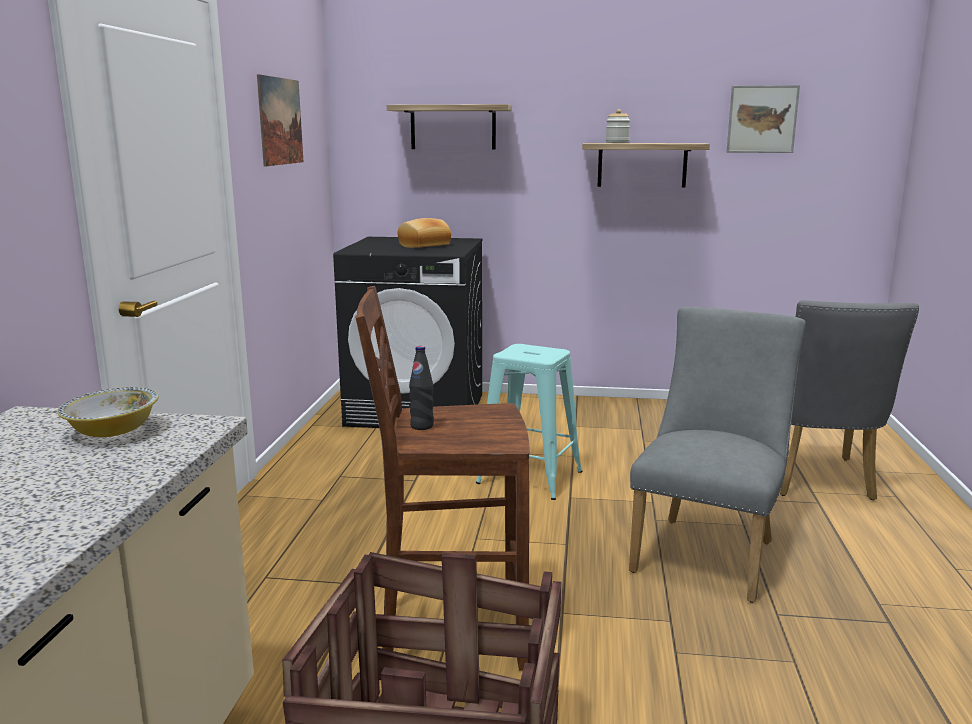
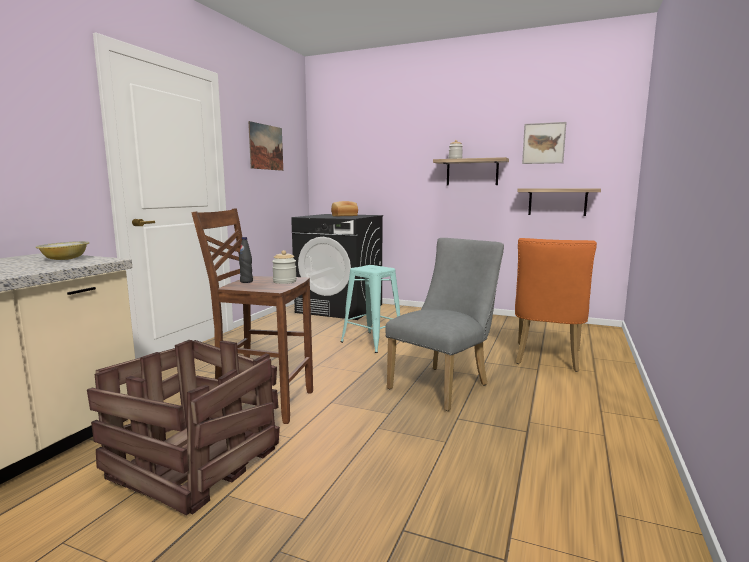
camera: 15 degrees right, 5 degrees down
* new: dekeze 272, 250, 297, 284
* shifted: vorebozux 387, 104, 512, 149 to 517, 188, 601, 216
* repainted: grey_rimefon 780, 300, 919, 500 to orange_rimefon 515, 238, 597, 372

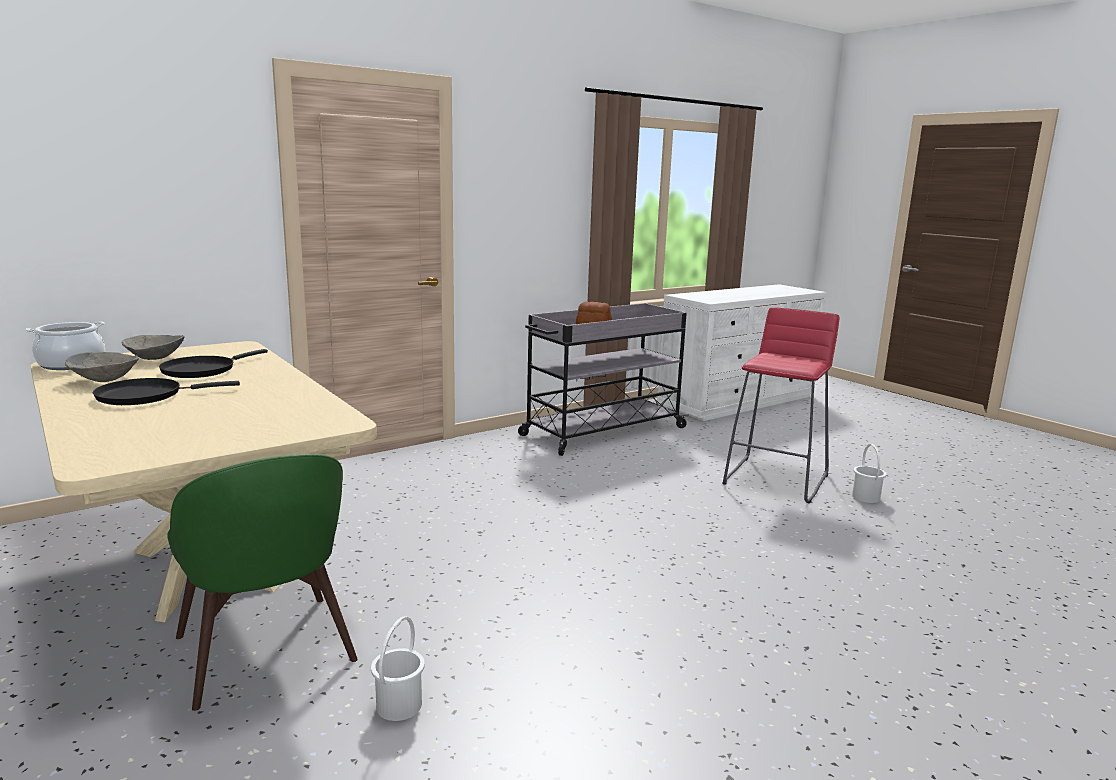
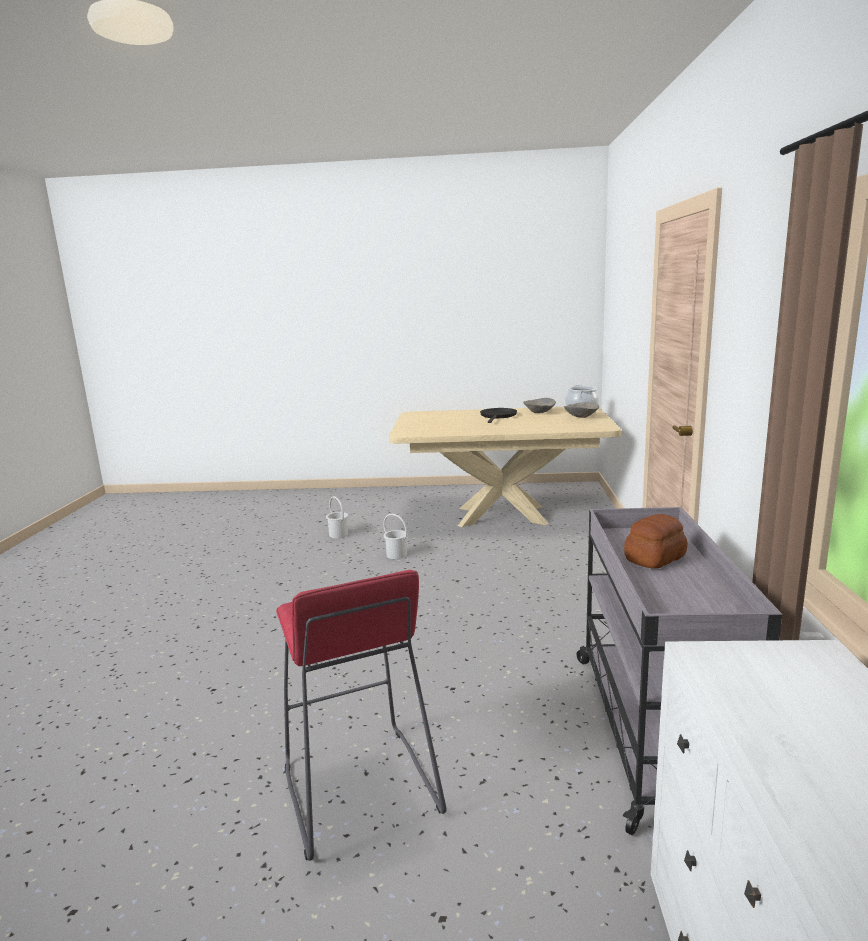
camera: 130 degrees right, 0 degrees up
* gone: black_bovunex 159, 349, 268, 378
* gone: green_rimefon 167, 454, 358, 711
* shifted: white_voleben 852, 444, 887, 503 to 383, 513, 408, 559

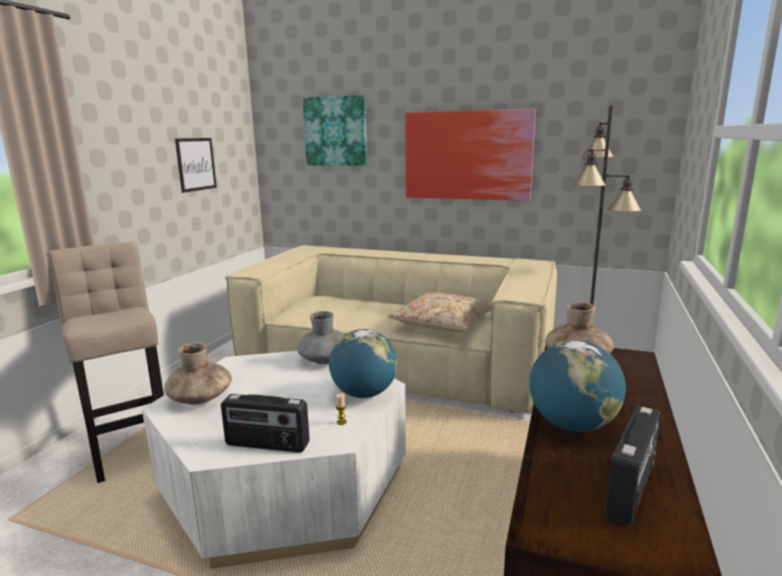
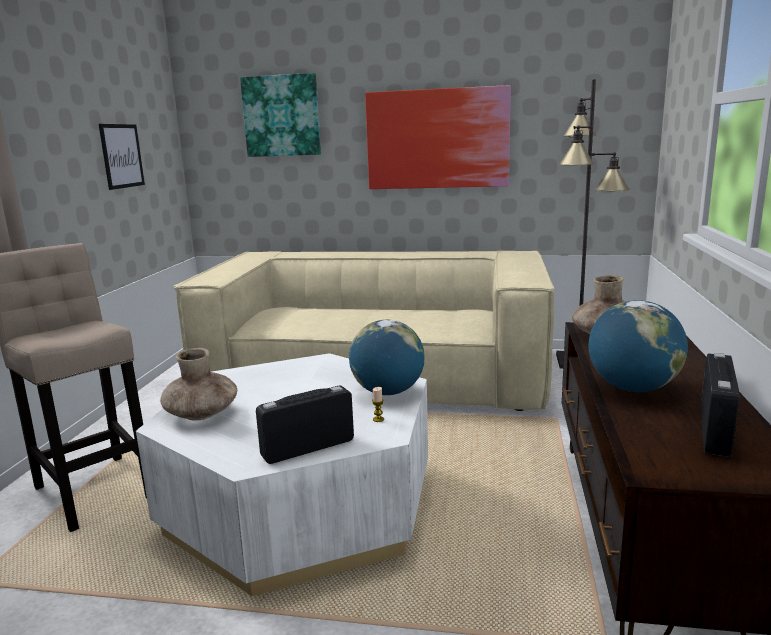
camera: 10 degrees left, 0 degrees up
* gone: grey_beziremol 297, 311, 345, 364
* gone: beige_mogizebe 388, 292, 491, 332
* rotated: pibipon 221, 394, 310, 453 = 256, 386, 354, 464 150 degrees clockwise

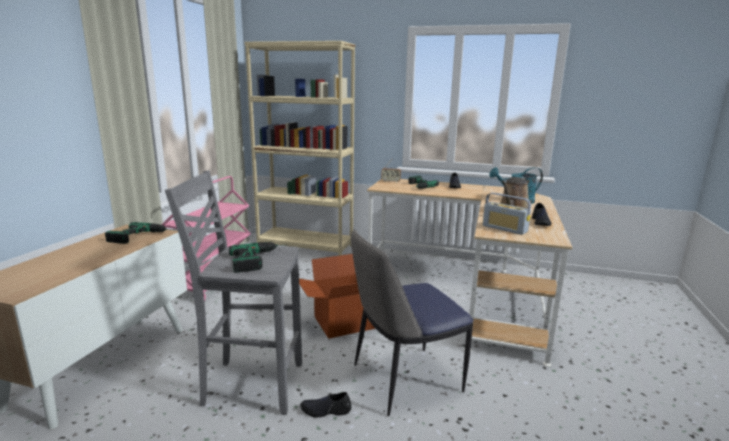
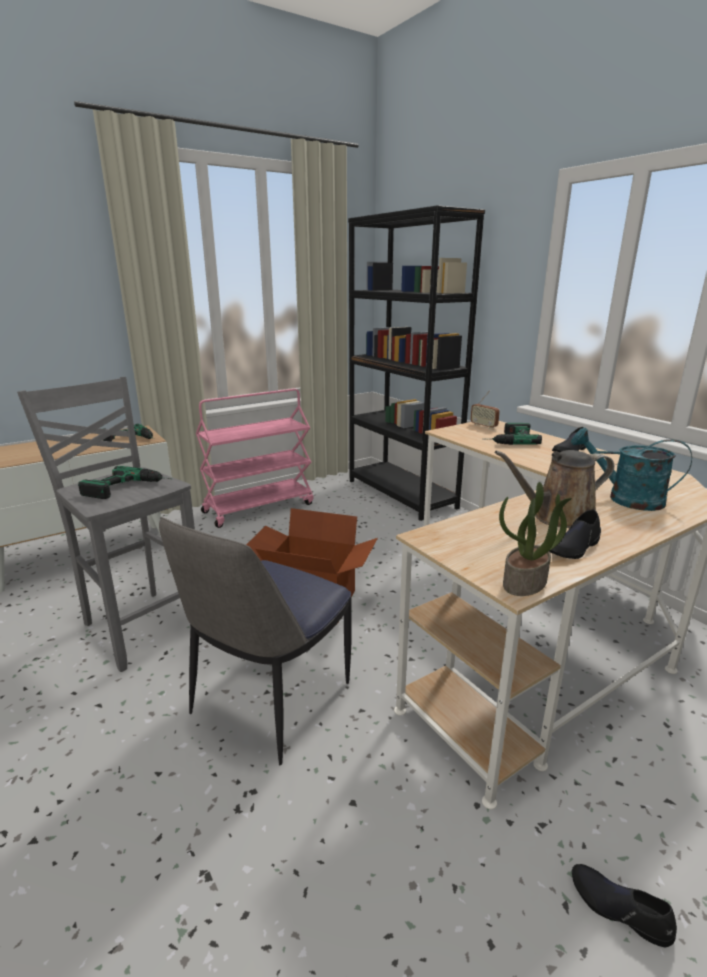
camera: 40 degrees right, 5 degrees up
* gone: pibipon 483, 193, 531, 235
* new: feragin 499, 482, 572, 596
* shifted: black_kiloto 300, 392, 351, 418 to 572, 864, 677, 947
* repainted: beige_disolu 245, 41, 356, 256 to black_disolu 348, 205, 485, 521
* rotated: rimefon 351, 229, 473, 416 = 159, 517, 352, 765 75 degrees counterclockwise

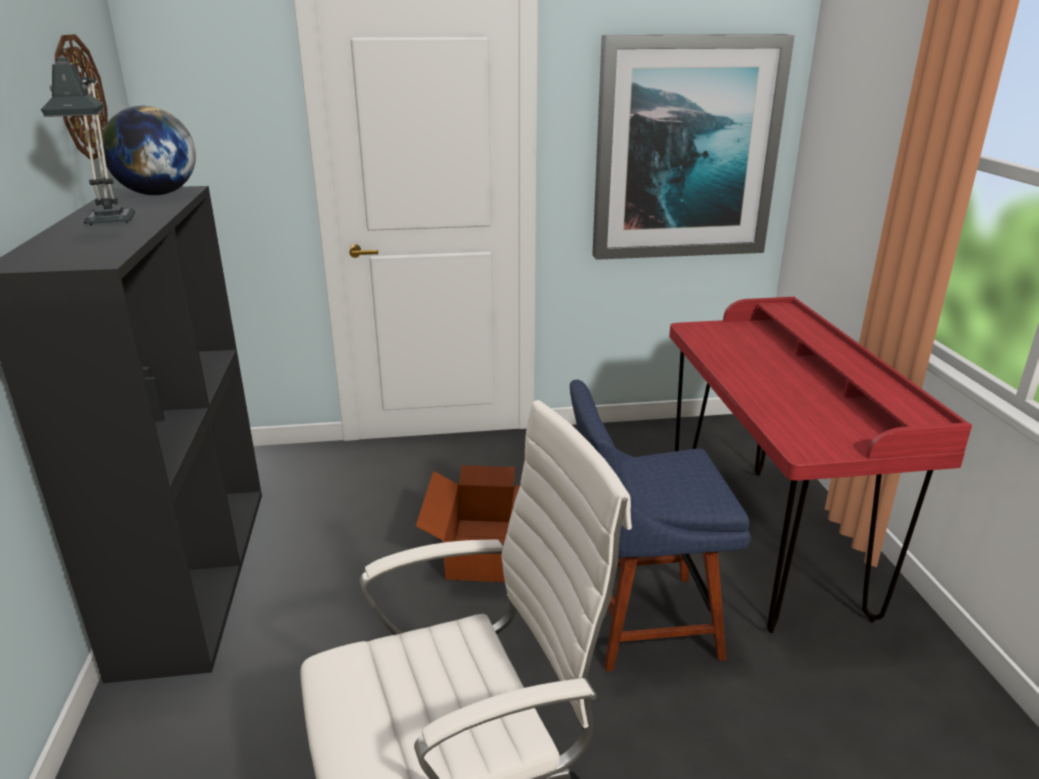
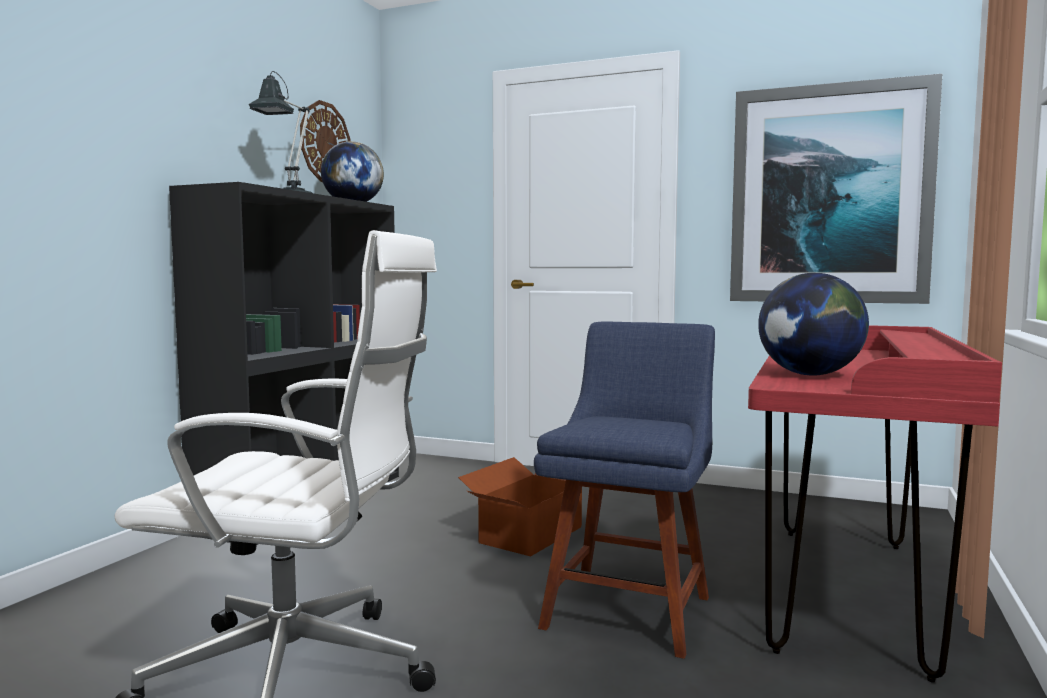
camera: 30 degrees right, 20 degrees down
* new: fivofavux 758, 273, 869, 375
* rotated: blue_rimefon 570, 380, 751, 672 = 534, 322, 715, 659 90 degrees clockwise

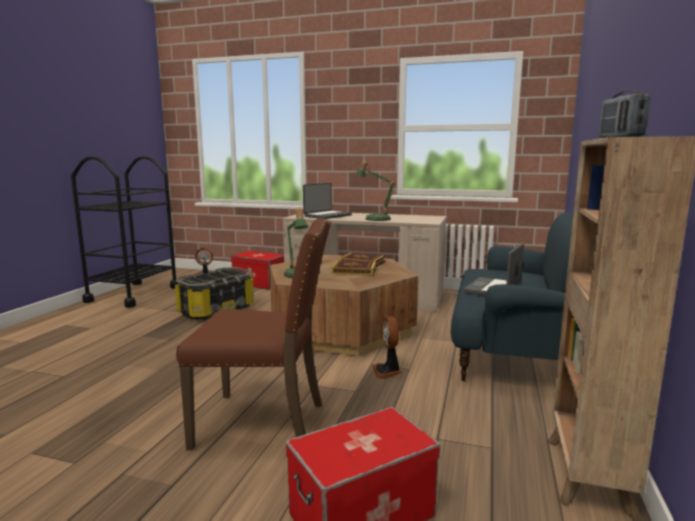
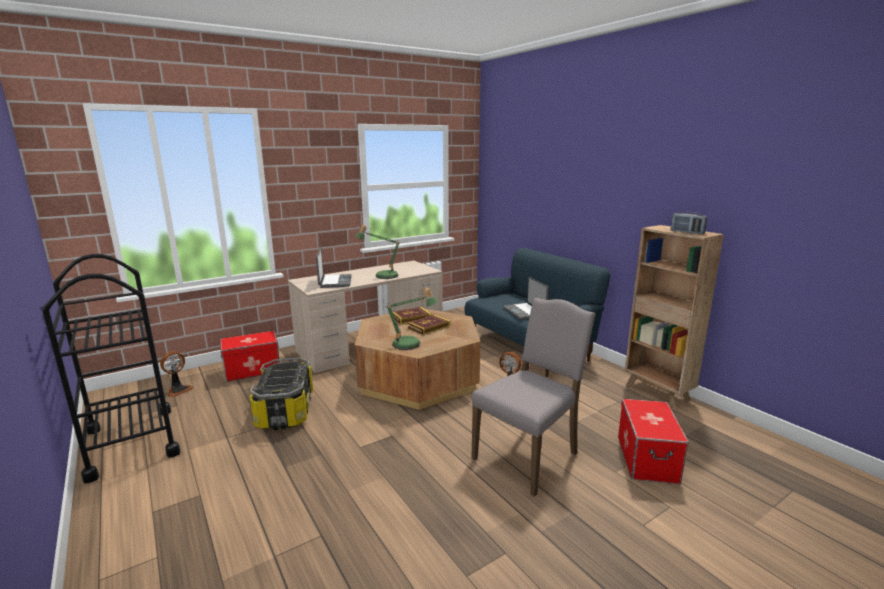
camera: 50 degrees left, 5 degrees up
* repainted: brown_rimefon 176, 218, 332, 451 to grey_rimefon 471, 297, 595, 497

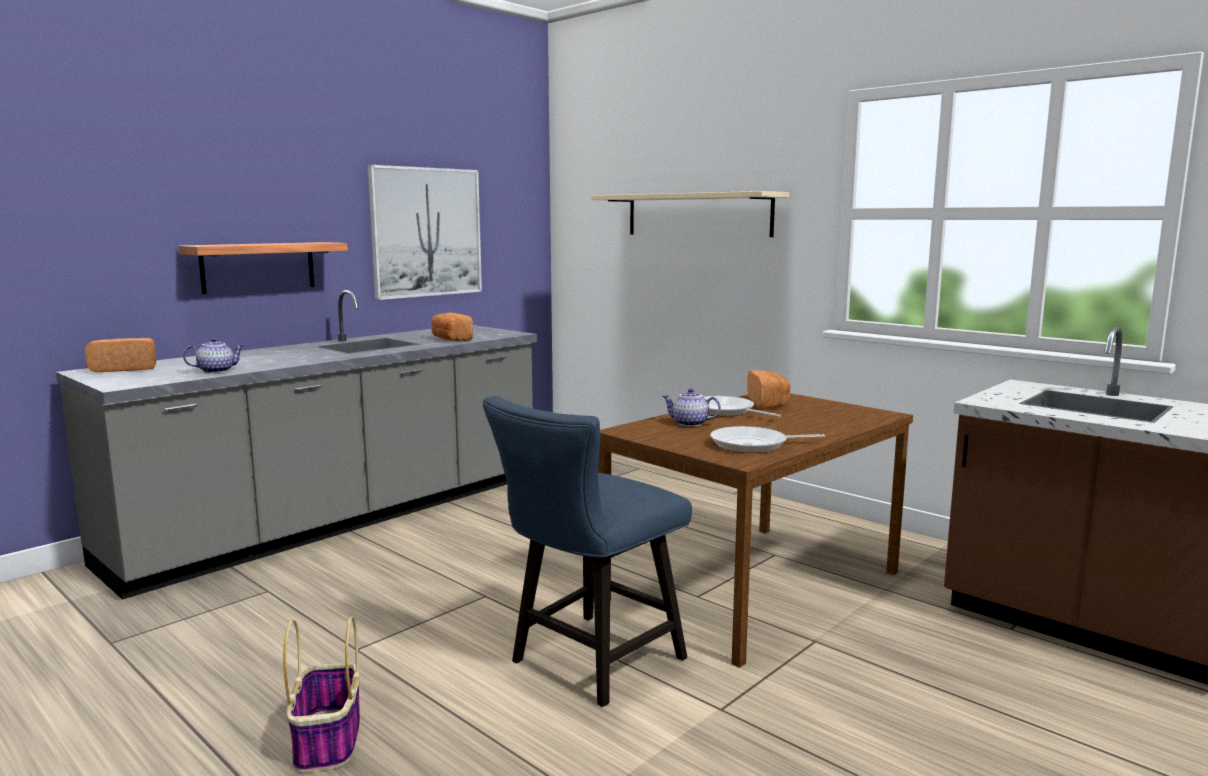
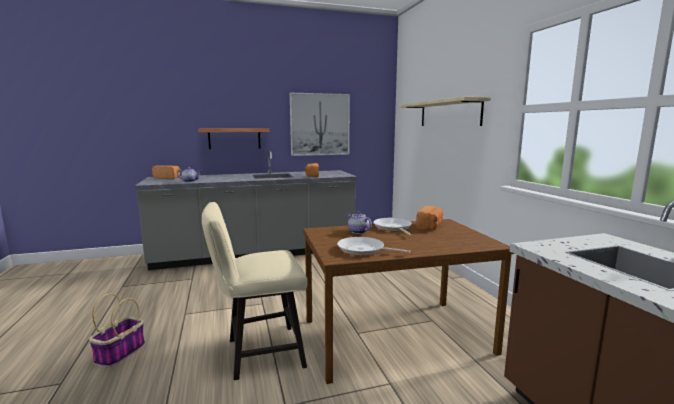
camera: 30 degrees right, 0 degrees up
* repainted: blue_rimefon 483, 396, 692, 707 to beige_rimefon 202, 202, 307, 380

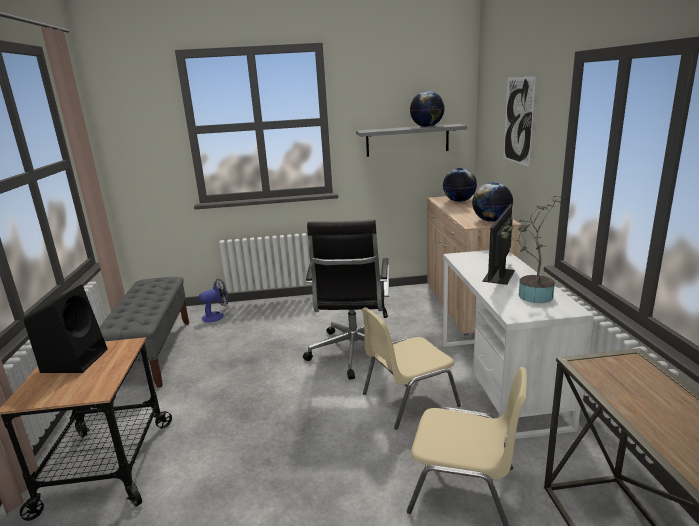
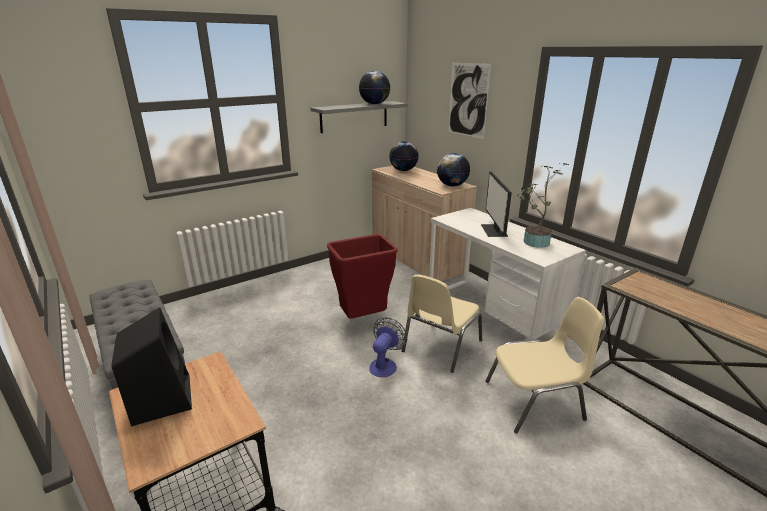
camera: 30 degrees left, 5 degrees up
* shifted: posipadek 199, 279, 229, 322 to 369, 317, 407, 377
* swapped: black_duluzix 303, 220, 389, 380 to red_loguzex 327, 234, 398, 319

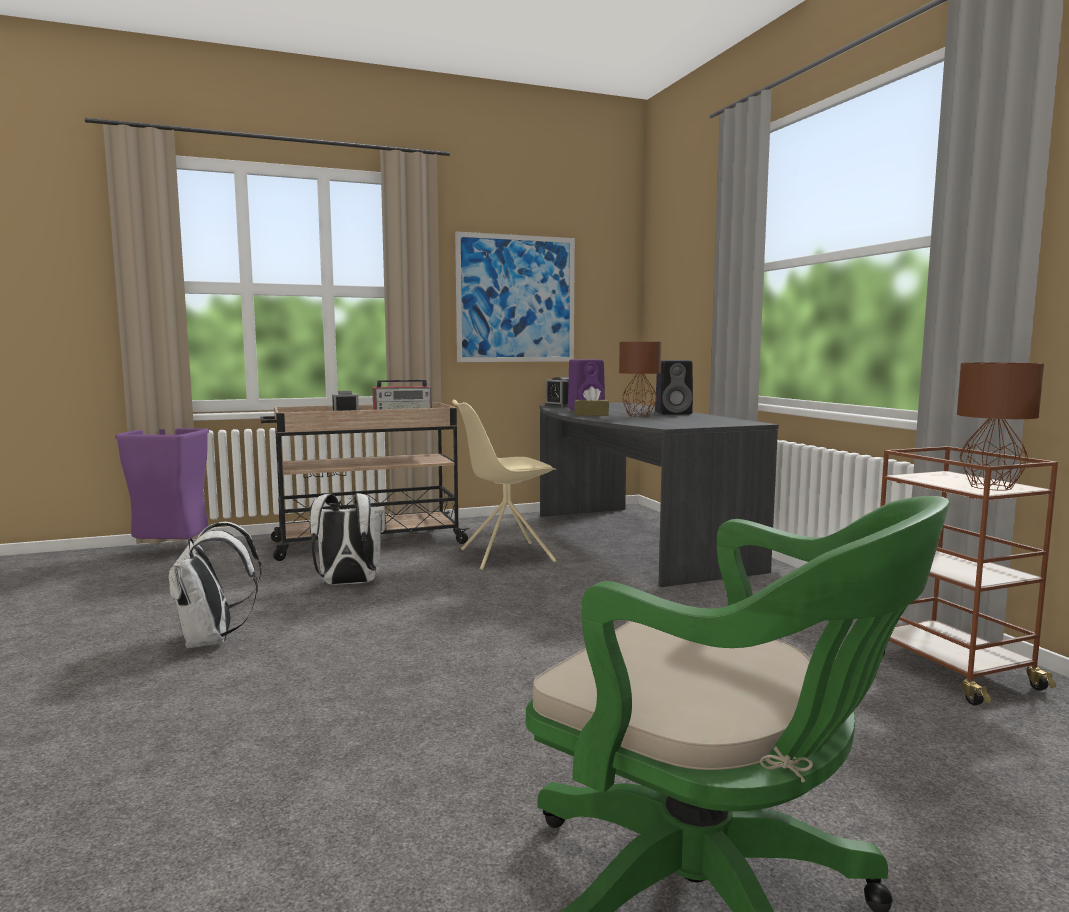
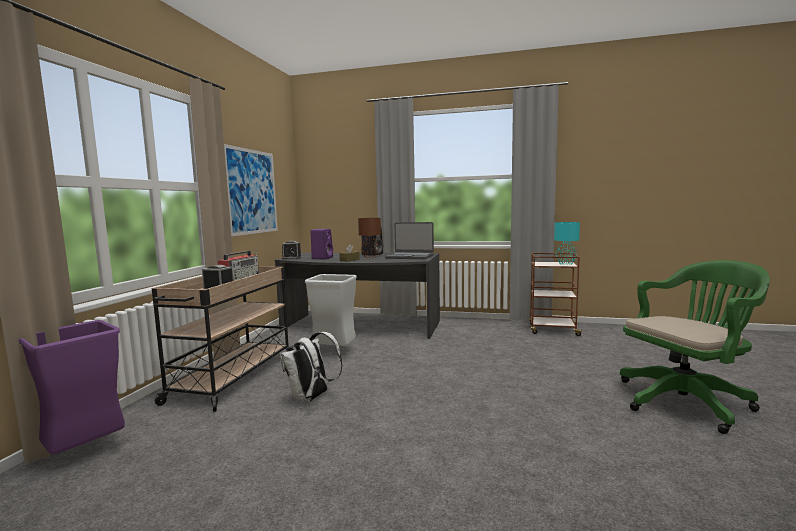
camera: 55 degrees left, 0 degrees up
* gone: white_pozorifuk 168, 522, 262, 648
* new: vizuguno 385, 222, 434, 259
* swapped: beige_rimefon 452, 399, 557, 570 to grey_loguzex 305, 274, 357, 346
* repainted: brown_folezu 957, 363, 1044, 490 to turquoise_folezu 554, 222, 580, 265

